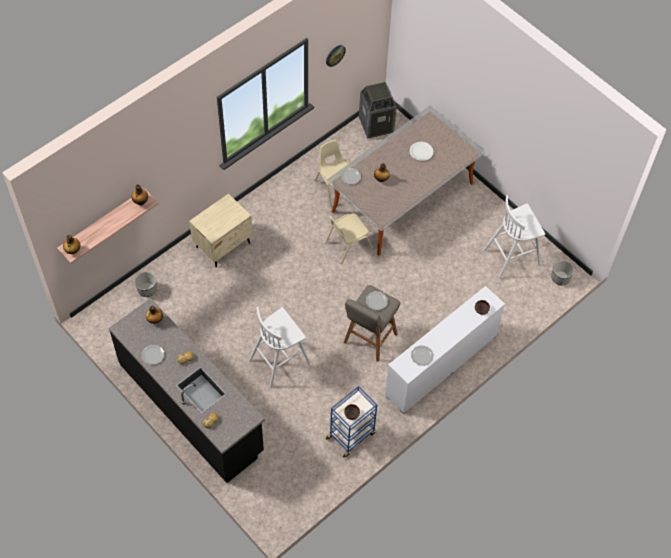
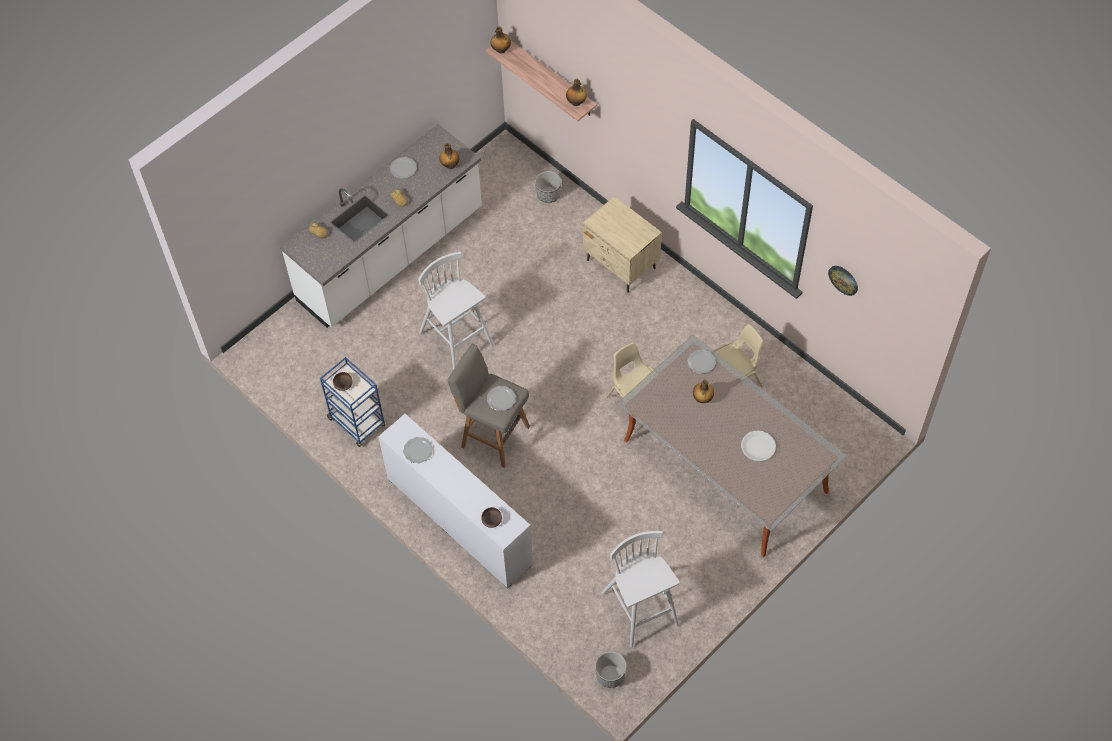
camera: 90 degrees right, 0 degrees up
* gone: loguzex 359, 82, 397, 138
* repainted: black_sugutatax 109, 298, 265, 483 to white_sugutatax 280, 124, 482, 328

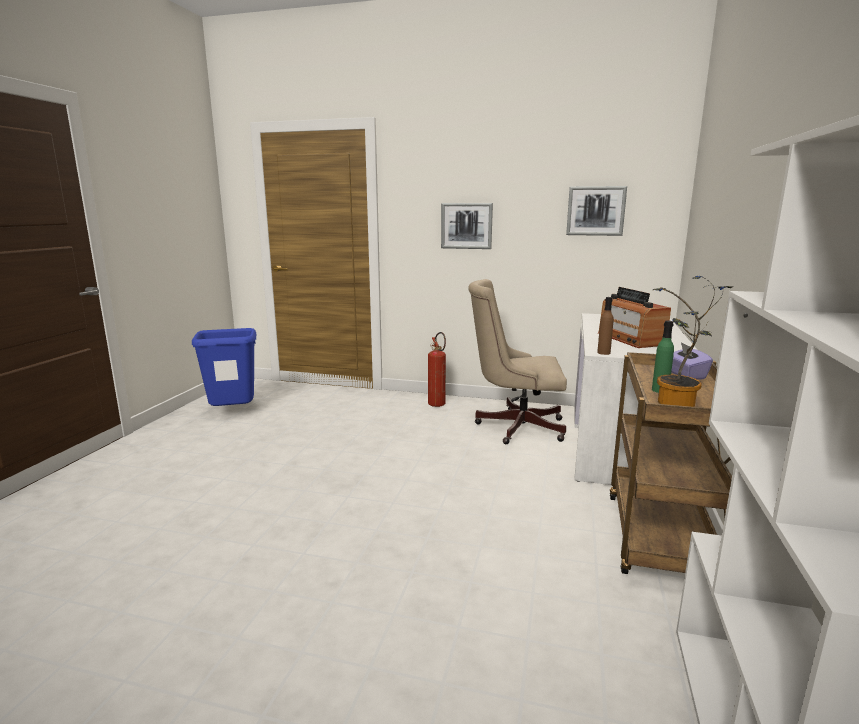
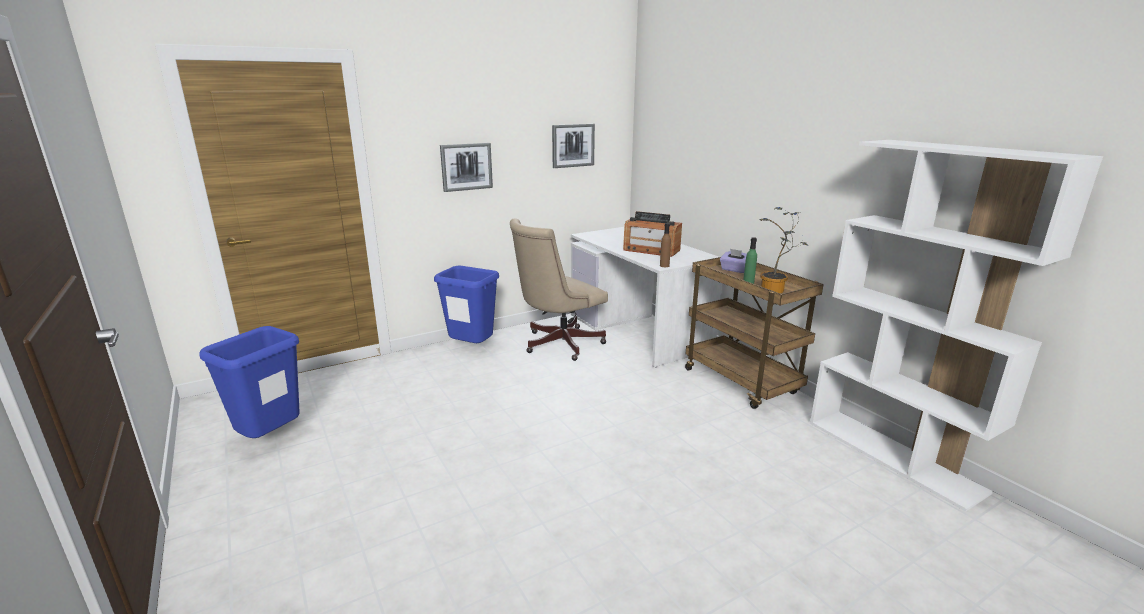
camera: 45 degrees left, 5 degrees up
* swapped: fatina 428, 332, 446, 407 to blue_loguzex 434, 266, 499, 343

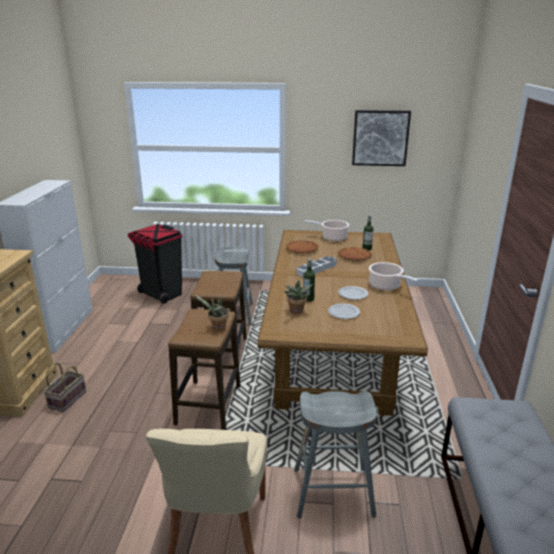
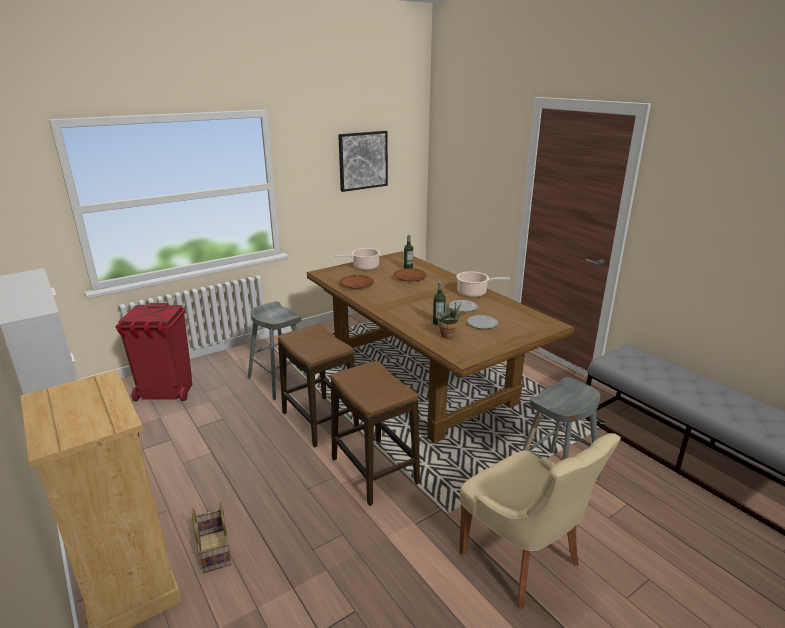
camera: 40 degrees left, 0 degrees up
* gone: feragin 194, 295, 229, 330
* gone: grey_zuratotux 297, 256, 337, 277
* repainted: black_loguzex 128, 224, 182, 304 to red_loguzex 115, 303, 192, 401

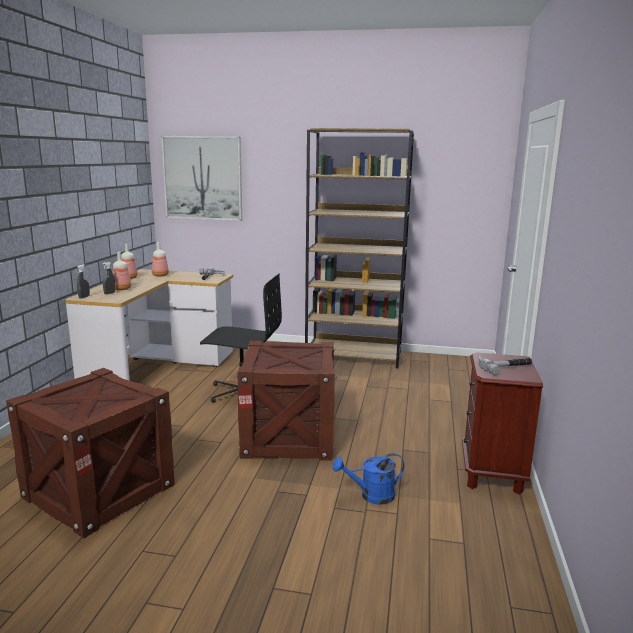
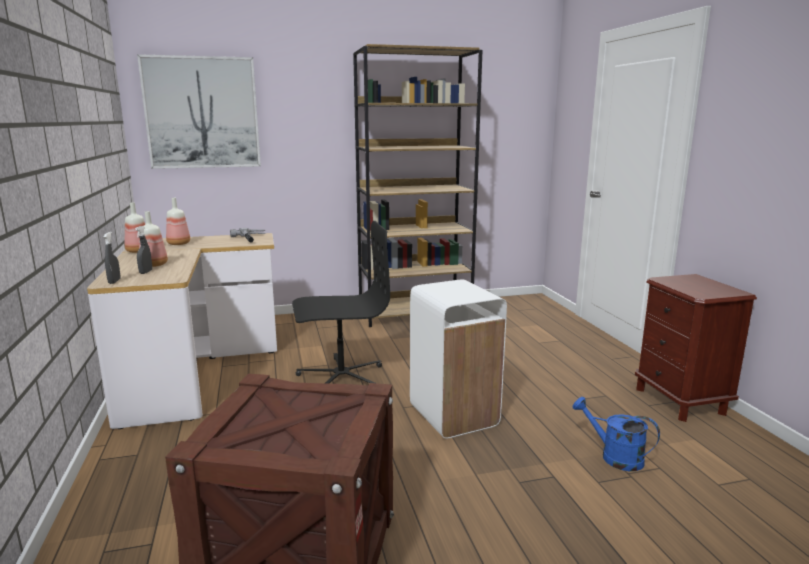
camera: 25 degrees left, 0 degrees up
* gone: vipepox 478, 354, 532, 375
* swapped: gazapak 237, 341, 337, 461 to white_loguzex 410, 280, 507, 438
* rotated: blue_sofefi 333, 453, 404, 505 = 573, 397, 660, 471 75 degrees clockwise

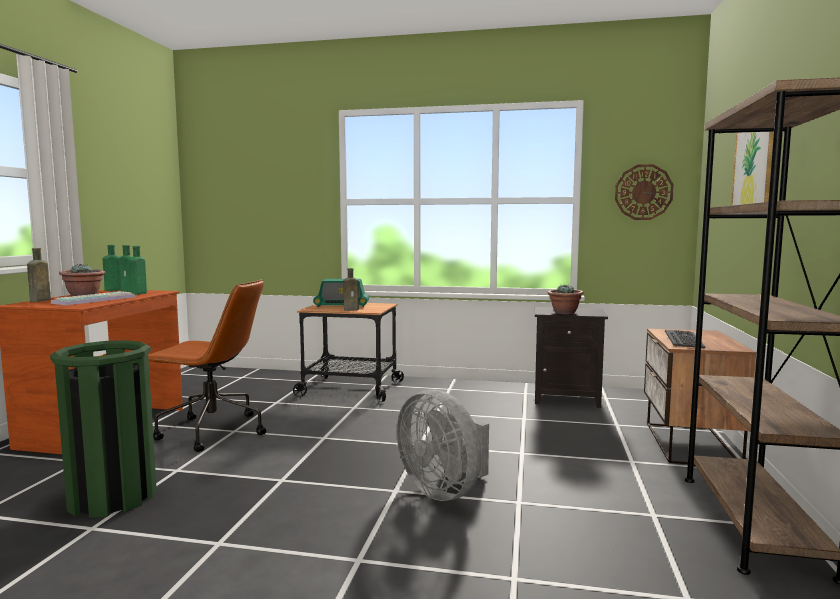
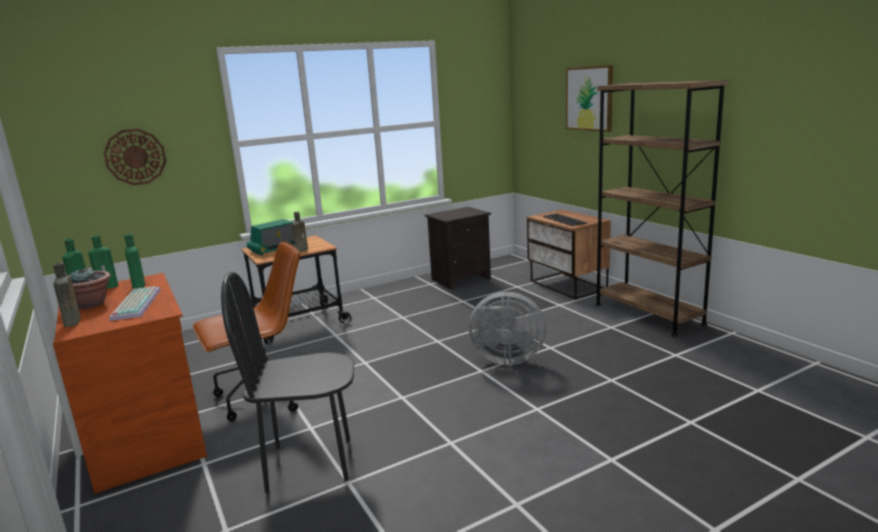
camera: 40 degrees left, 10 degrees up
* gone: feragin 547, 284, 584, 314
* shifted: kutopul 615, 164, 674, 220 to 104, 129, 166, 185
* swapped: green_loguzex 50, 340, 157, 518 to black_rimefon 221, 272, 354, 493

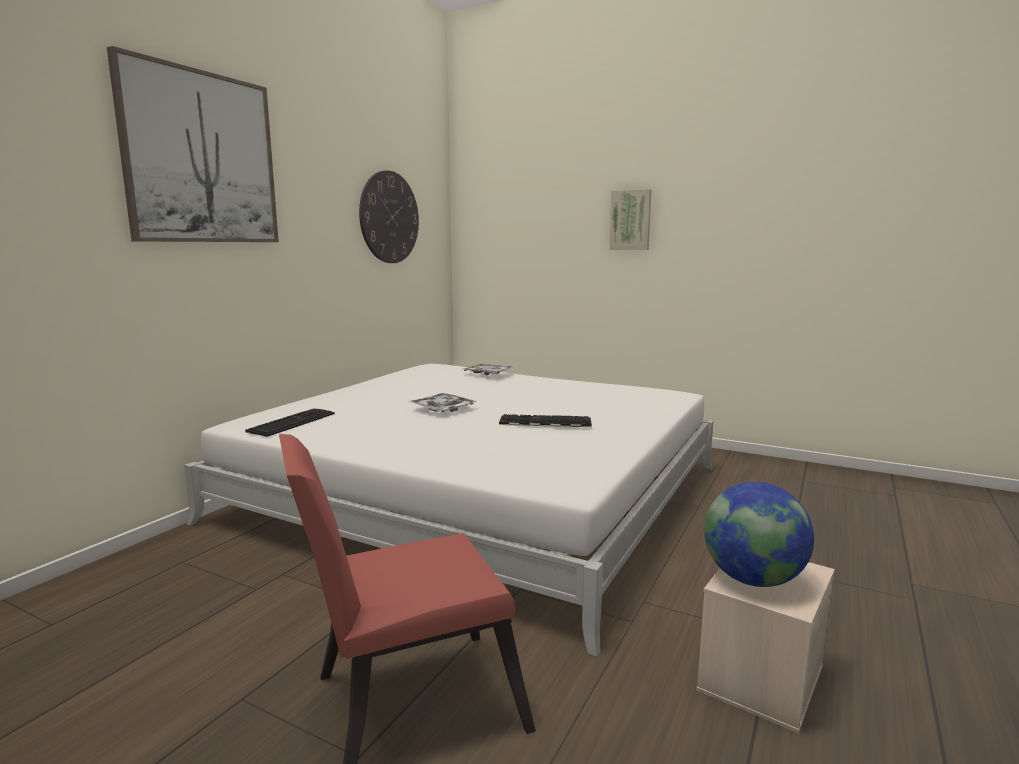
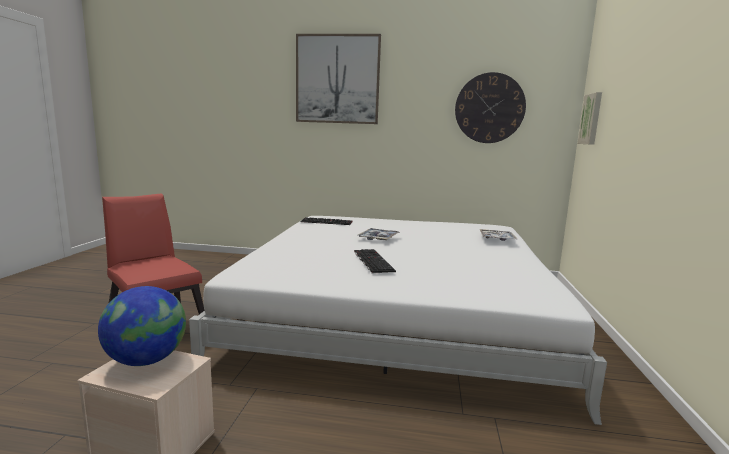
camera: 70 degrees right, 0 degrees up
* shifted: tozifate 609, 189, 652, 250 to 578, 92, 602, 145

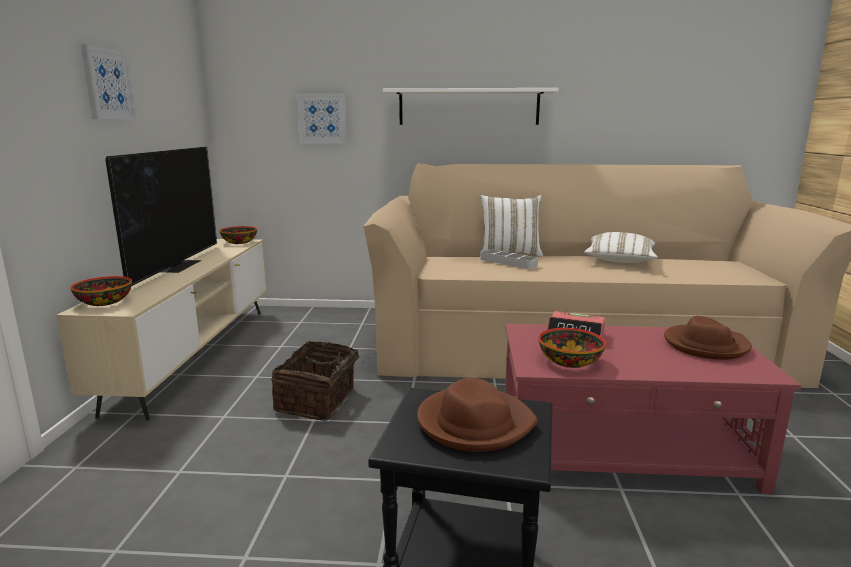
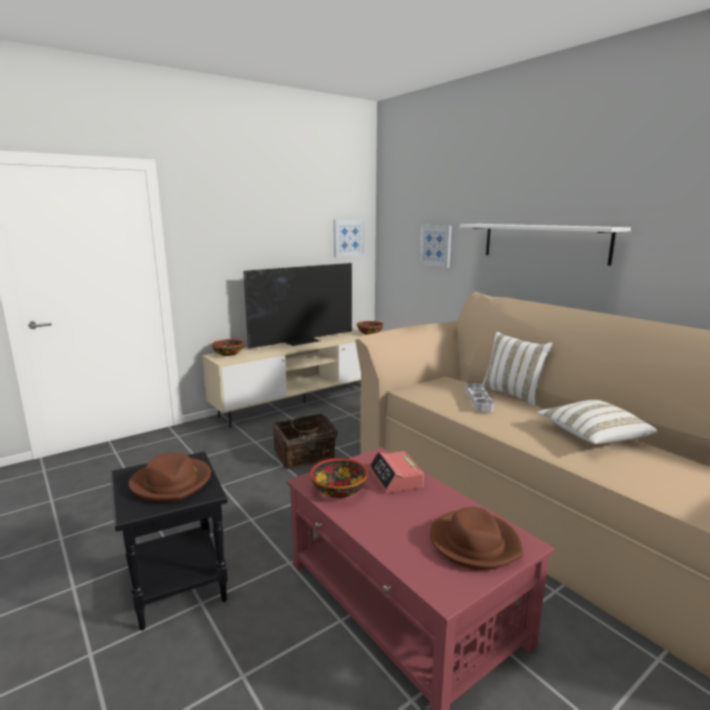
camera: 50 degrees right, 0 degrees up
* shifted: tozifate 81, 44, 136, 119 to 334, 219, 365, 257

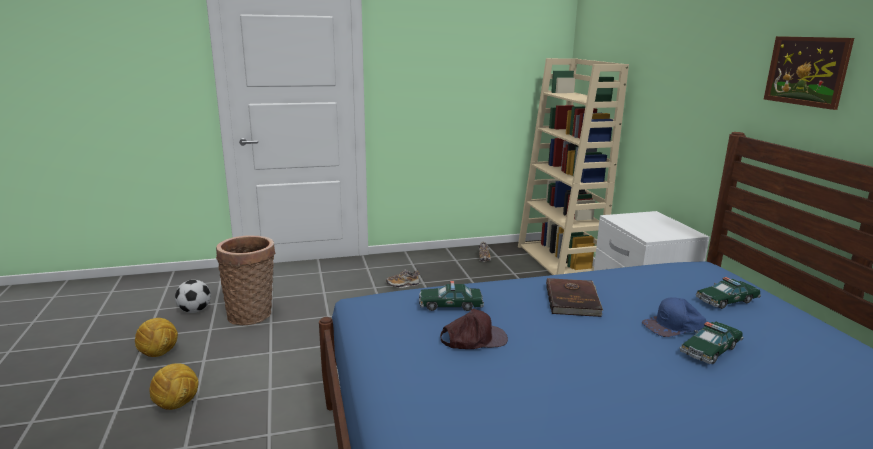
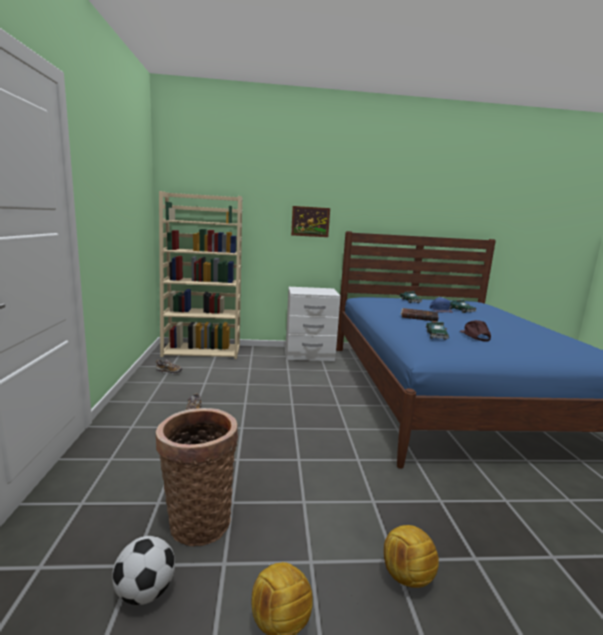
camera: 80 degrees left, 5 degrees down
* shifted: tozifate 764, 36, 854, 110 to 291, 206, 330, 237

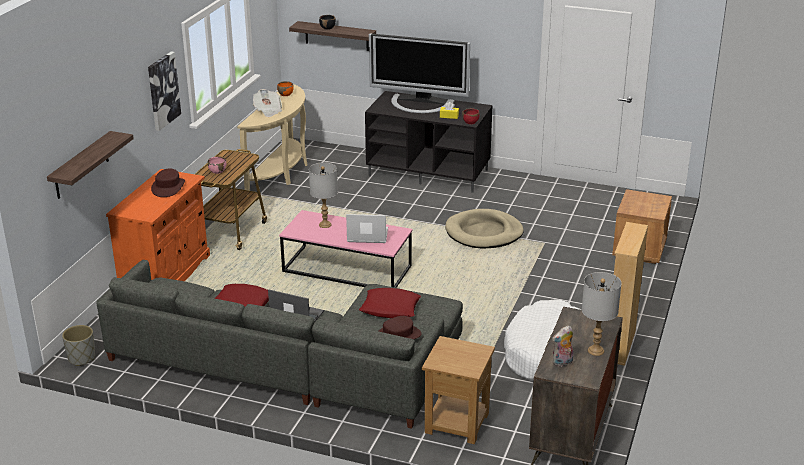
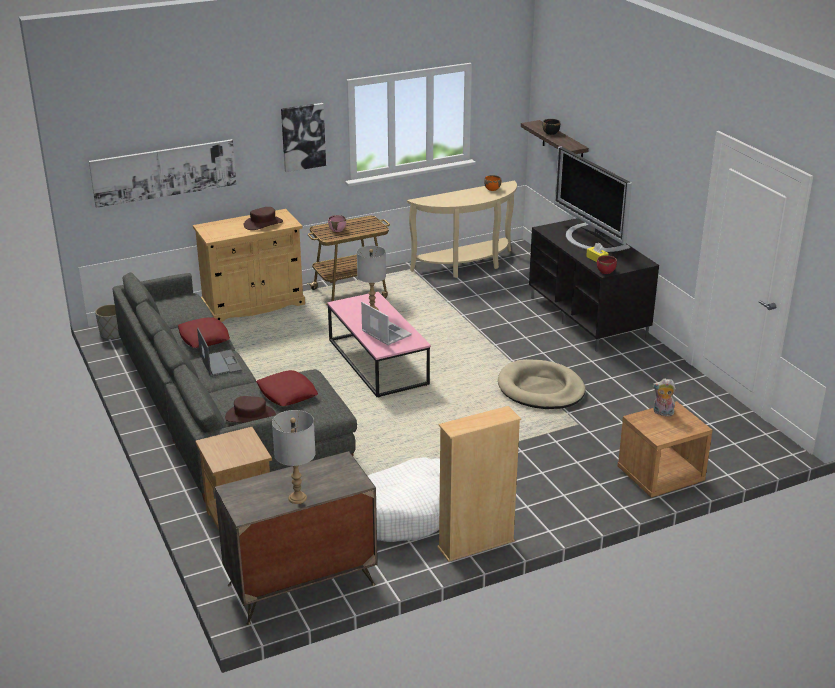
camera: 45 degrees right, 0 degrees up
* gone: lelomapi 253, 89, 282, 117
* shifted: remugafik 552, 325, 573, 367 to 653, 378, 676, 416
* swapped: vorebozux 47, 131, 134, 199 to tozifate 89, 139, 237, 208
* repainted: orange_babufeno 106, 169, 210, 281 to beige_babufeno 193, 209, 305, 322

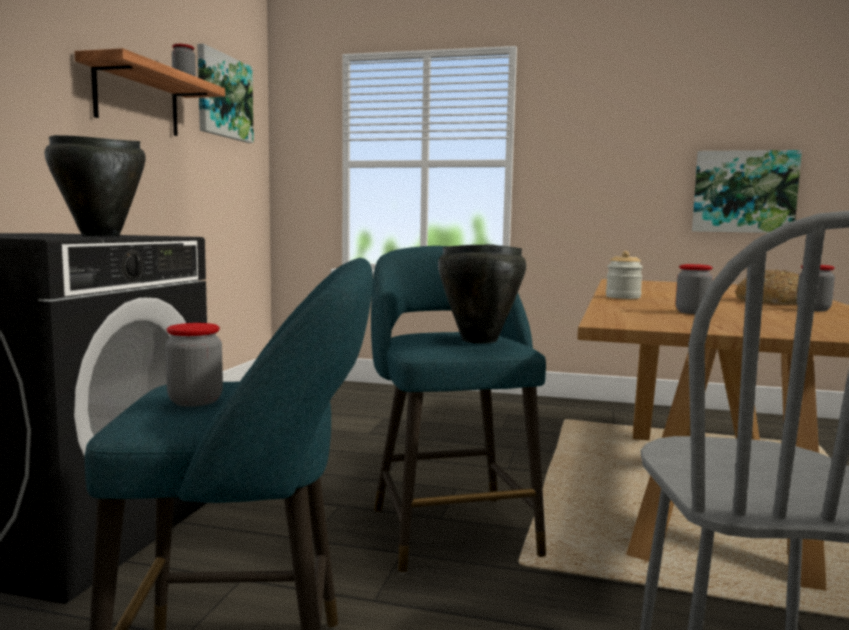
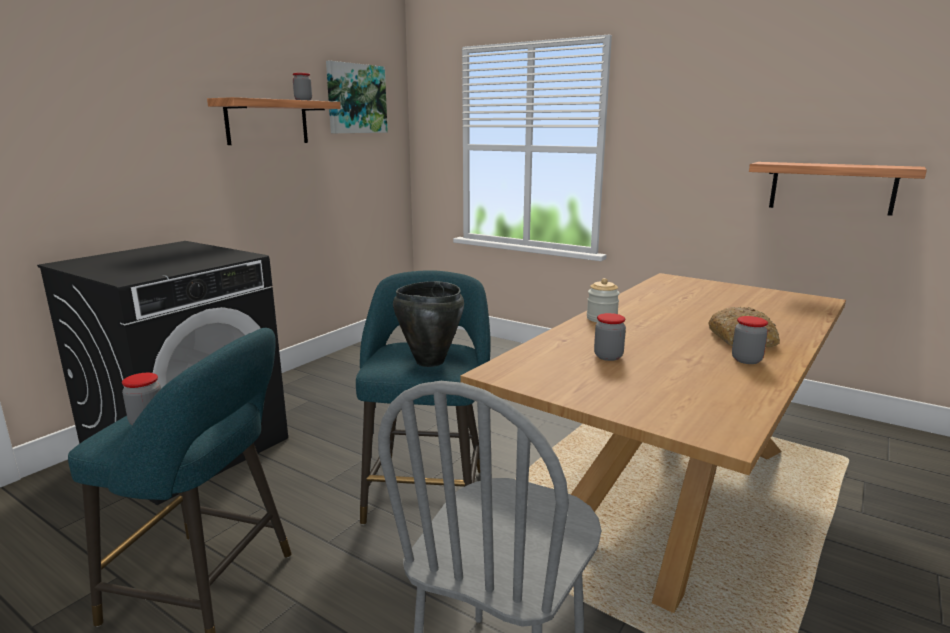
camera: 20 degrees right, 10 degrees up
* gone: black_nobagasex 44, 135, 146, 236
* swapped: tozifate 692, 150, 802, 233 to vorebozux 749, 162, 927, 216

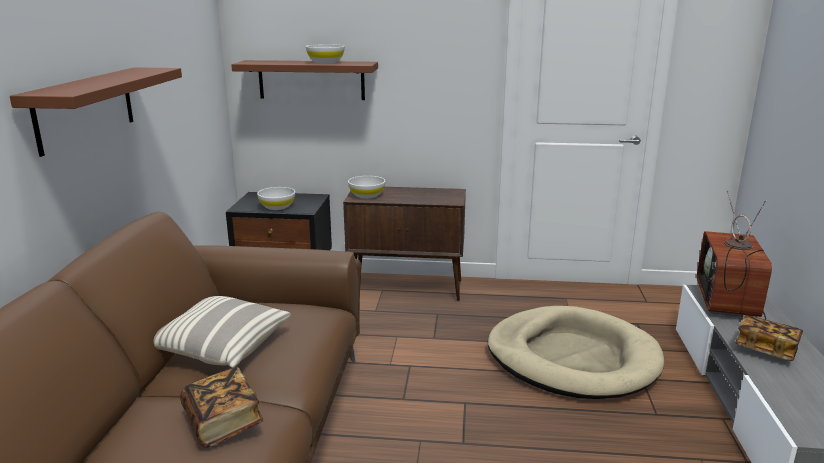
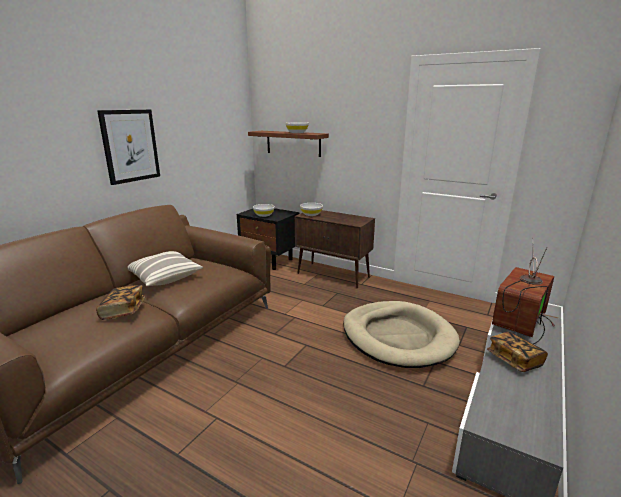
camera: 25 degrees right, 0 degrees up
* swapped: brown_vorebozux 10, 67, 182, 157 to tozifate 97, 110, 160, 185

